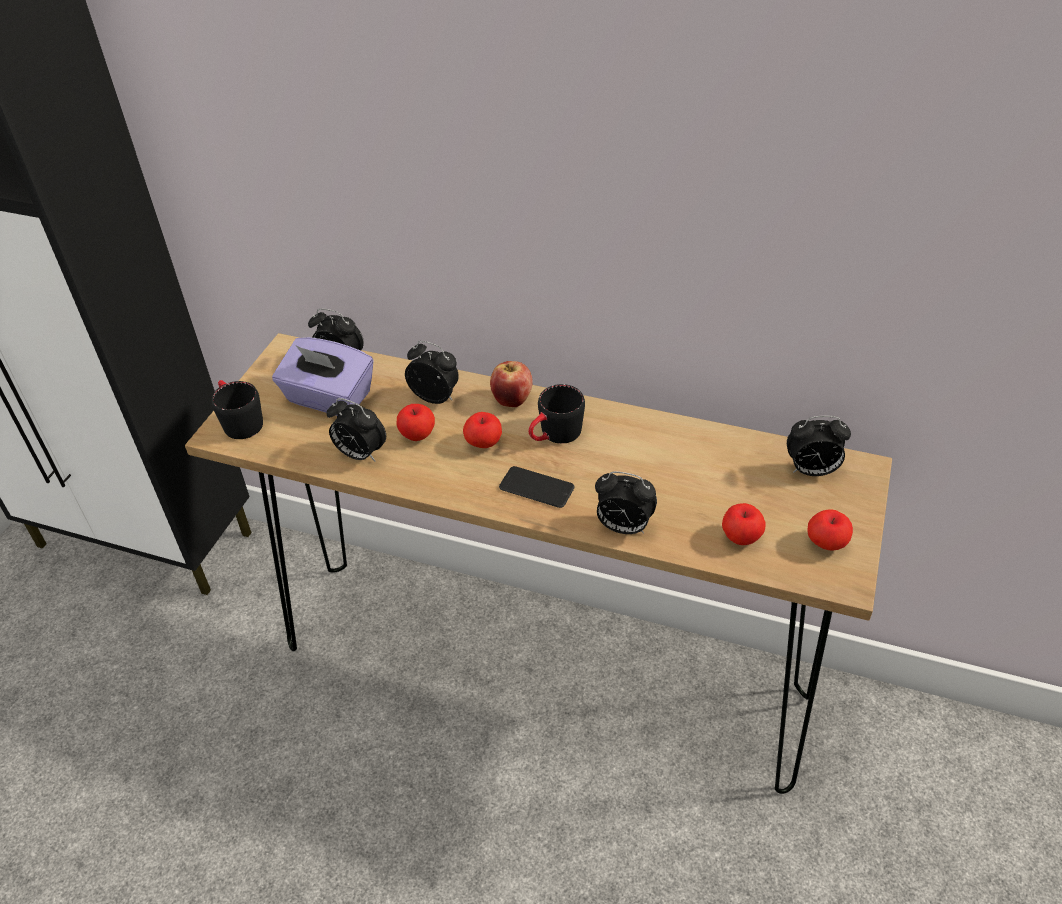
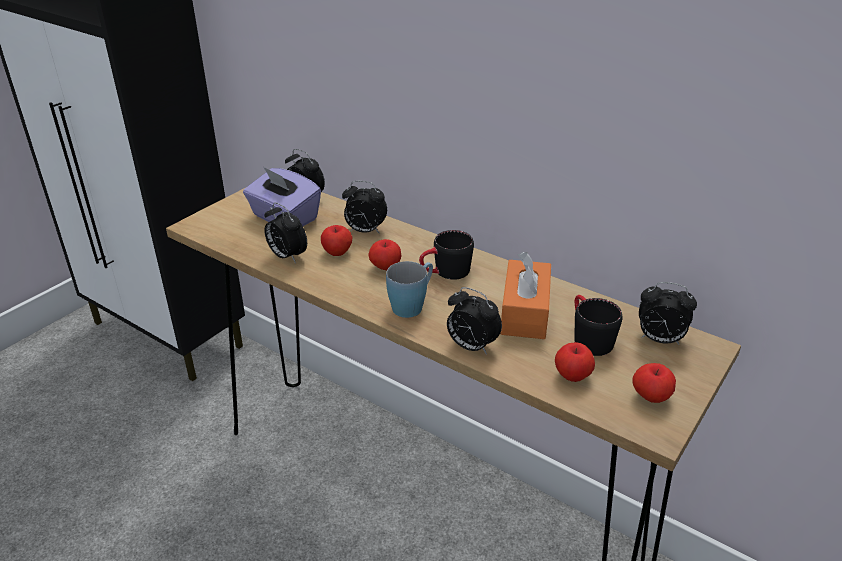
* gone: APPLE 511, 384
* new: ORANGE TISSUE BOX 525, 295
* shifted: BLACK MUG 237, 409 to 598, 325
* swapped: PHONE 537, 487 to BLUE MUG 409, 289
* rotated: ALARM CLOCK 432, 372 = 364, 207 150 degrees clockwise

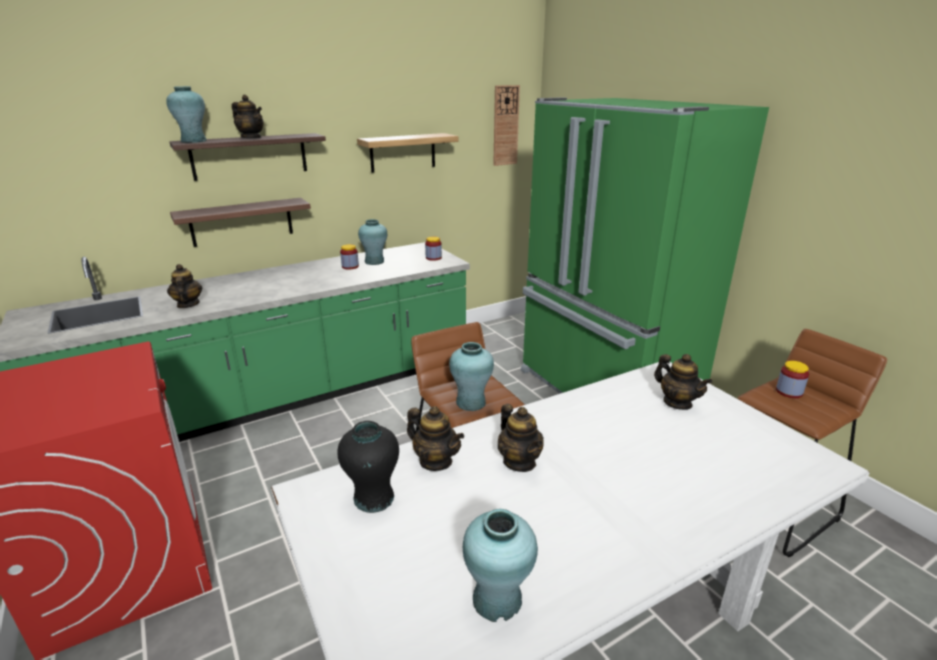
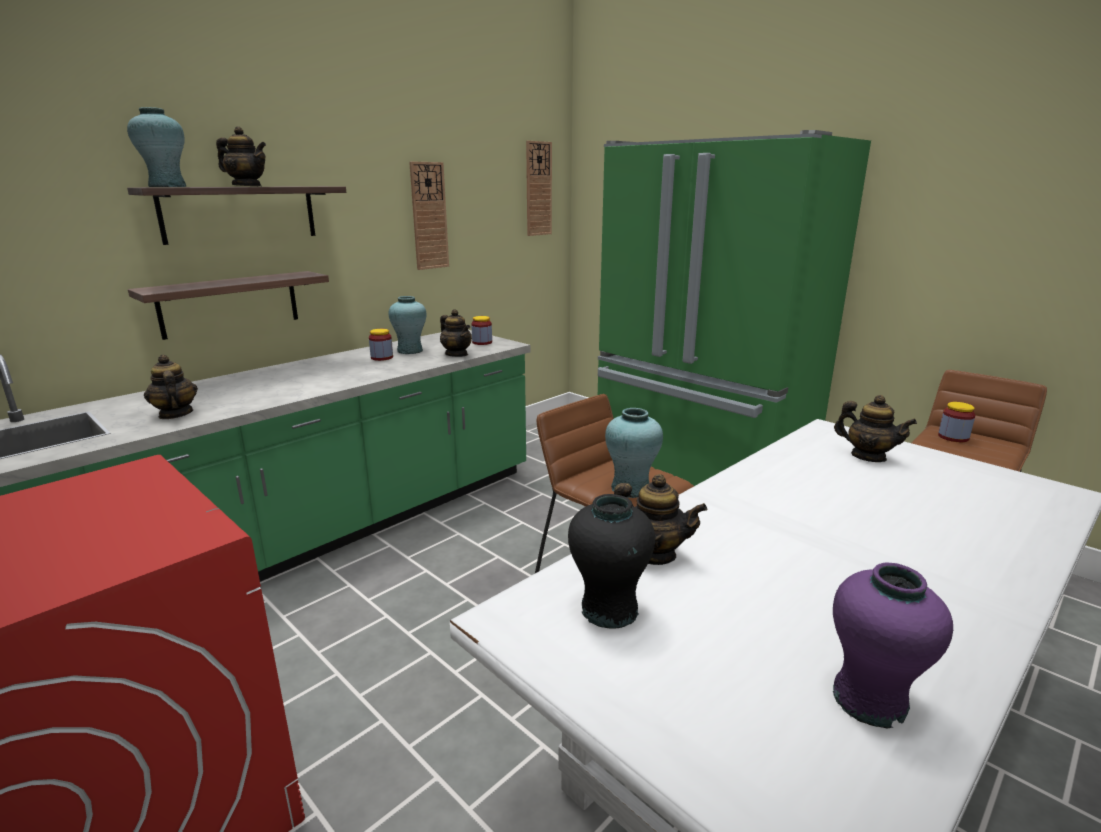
* shifted: TEAPOT 521, 438 to 456, 333
* swapped: SHELF 407, 153 to WALL CLOCK 429, 215
* repainted: TURQUOISE VASE 500, 565 to PURPLE VASE 893, 645

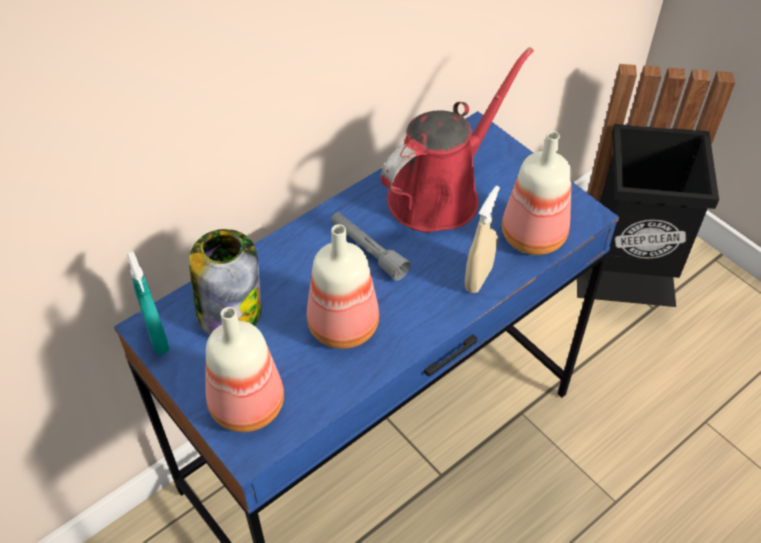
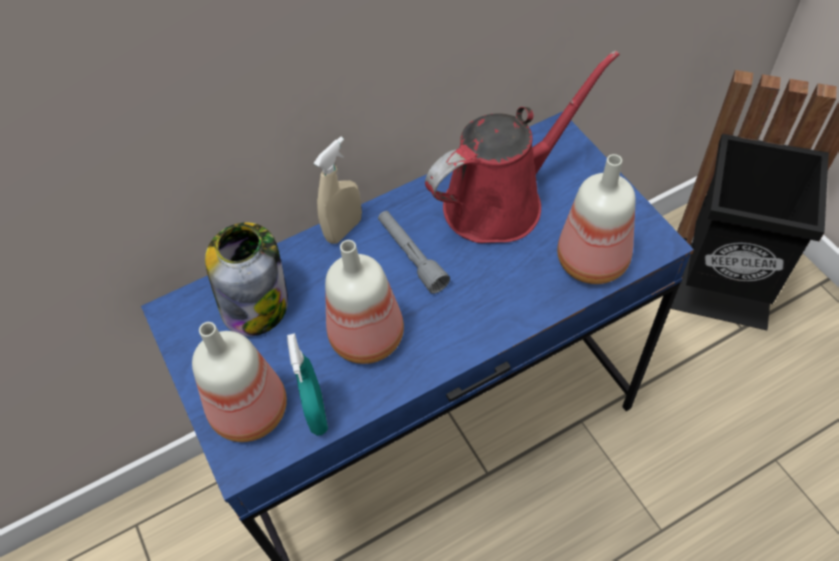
* shifted: TURQUOISE SPRAY BOTTLE 148, 303 to 307, 384
* shifted: BEIGE SPRAY BOTTLE 482, 239 to 338, 190

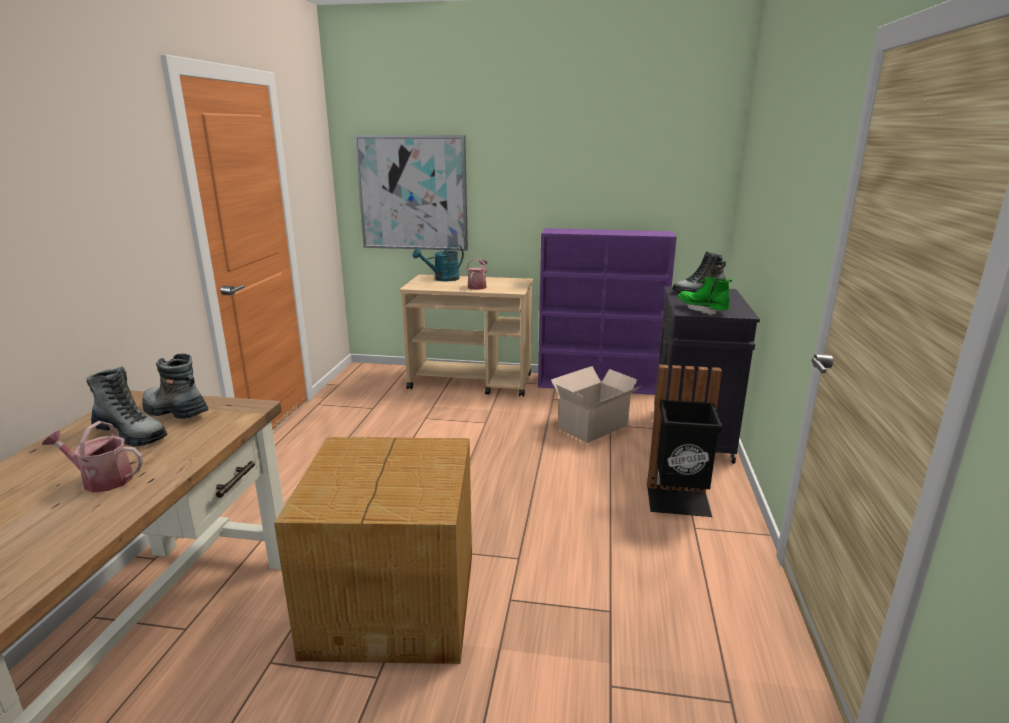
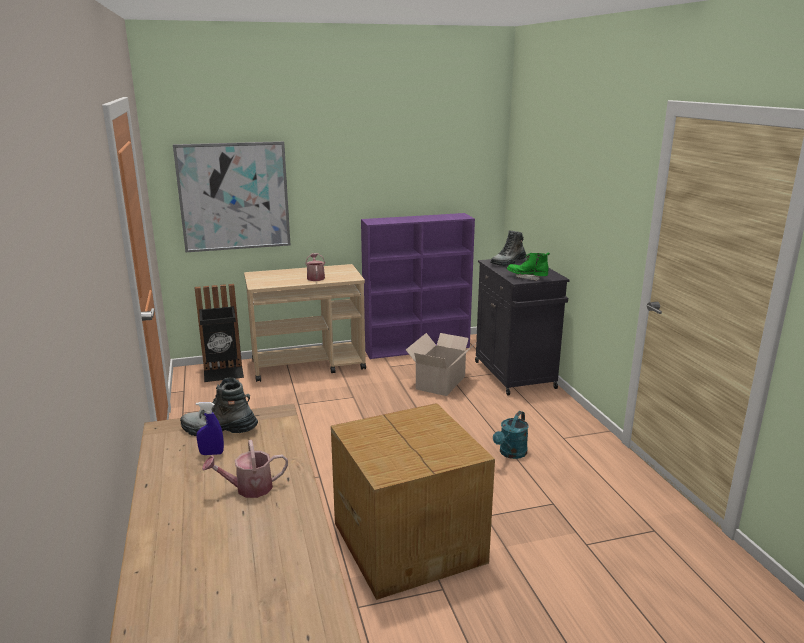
* shifted: TURQUOISE WATERING CAN 438, 262 to 511, 435
* shifted: BLACK TRASH CAN 685, 441 to 219, 333
* swapped: BOOT 127, 407 to BLUE SPRAY BOTTLE 210, 428

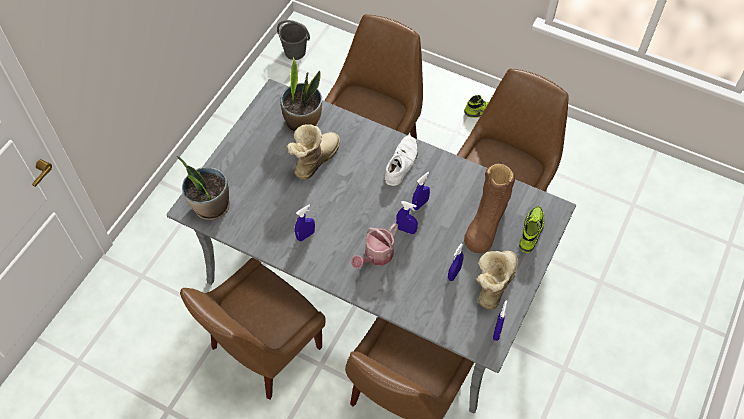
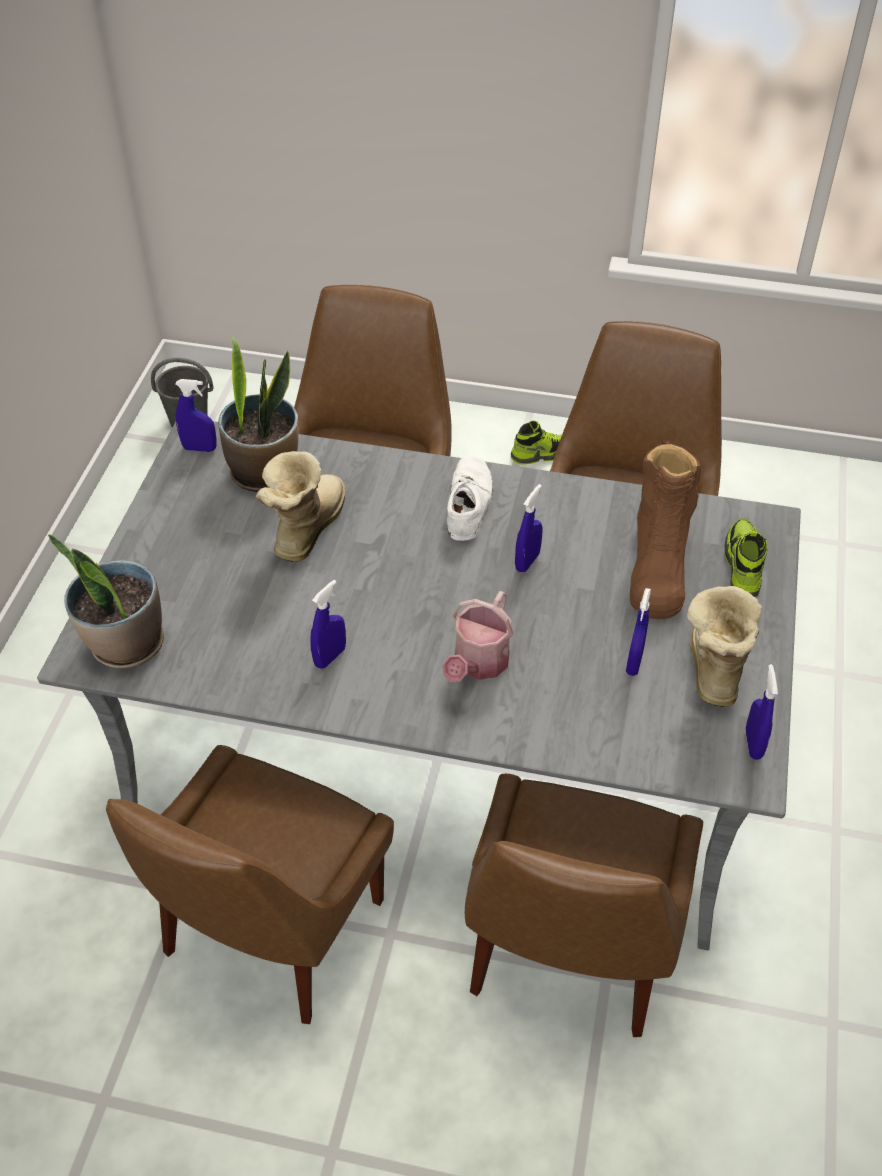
* shifted: BLUE SPRAY BOTTLE 407, 217 to 196, 415

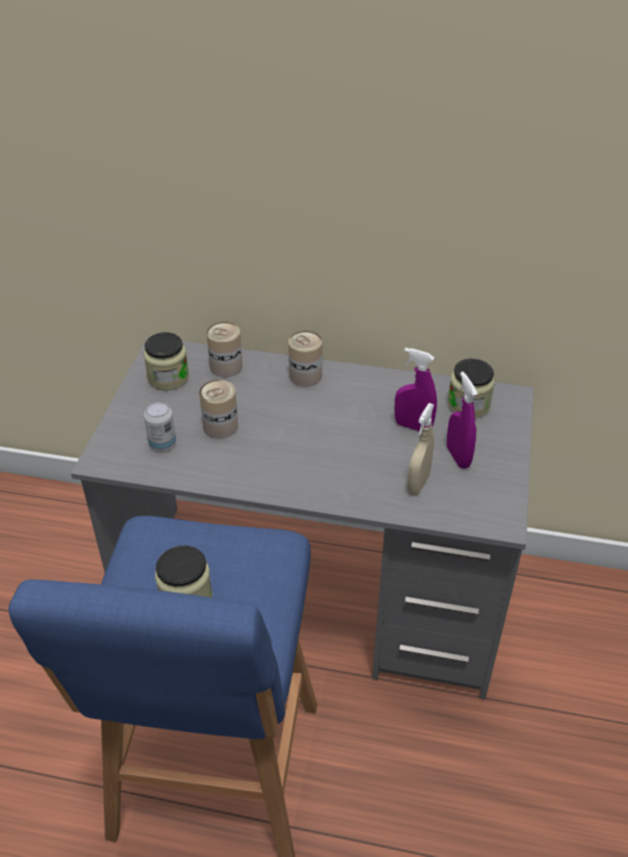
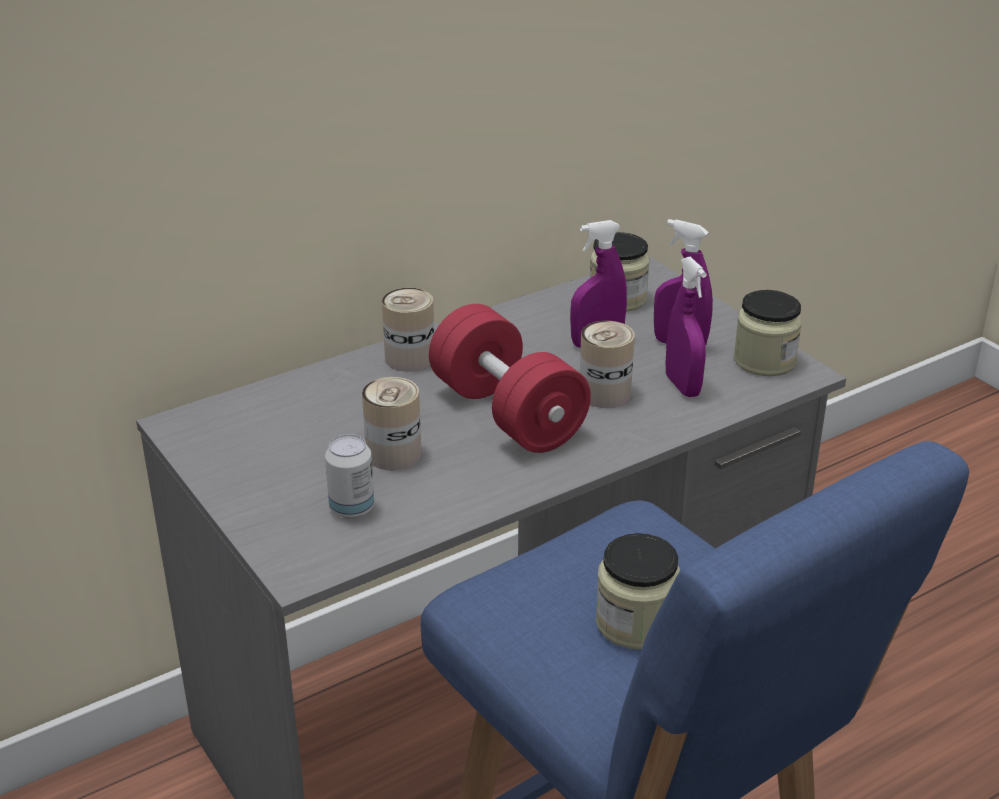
* new: RED DUMBBELL 510, 378
* shifted: JAR 166, 361 to 767, 333
* shifted: CAN 224, 349 to 607, 364
* repainted: BEIGE SPRAY BOTTLE 420, 449 to PURPLE SPRAY BOTTLE 686, 326

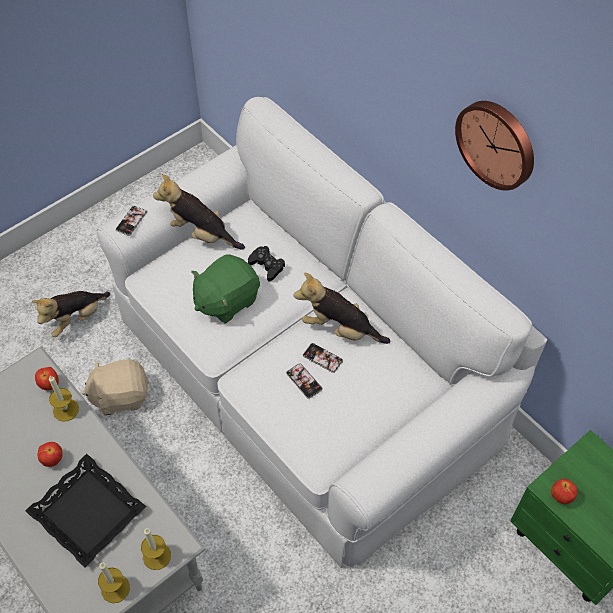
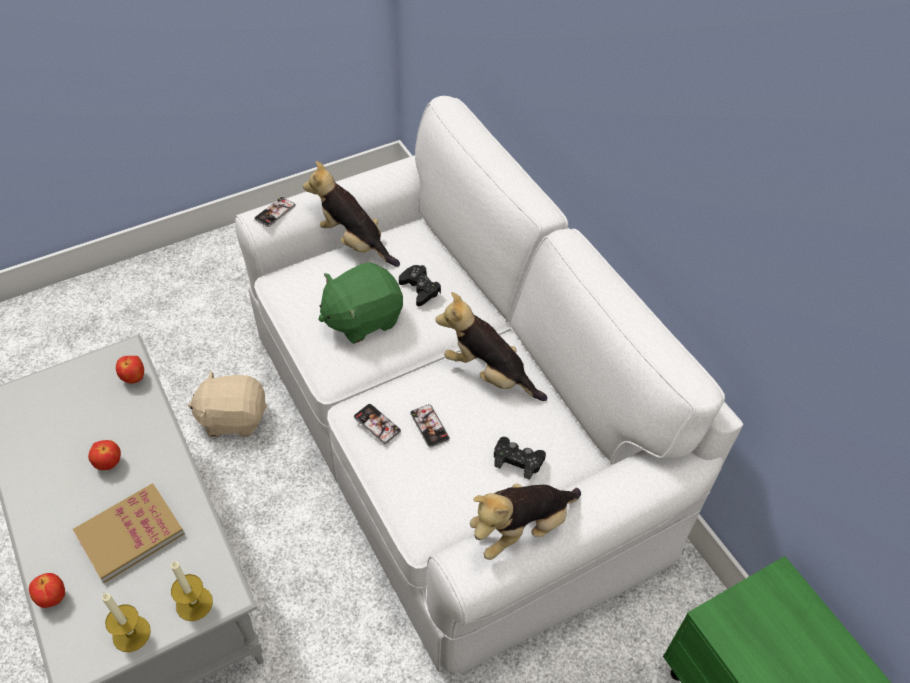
* gone: CANDLE 64, 399
* gone: WALL CLOCK 494, 146
* new: BLACK GAME CONTROLLER 520, 458
* shifted: PLUSH TOY 71, 314 to 525, 522
* shifted: PHONE 323, 358 to 377, 424
* shifted: APPLE 564, 491 to 47, 590
* swapped: BLACK TRAY 85, 511 to BOOK 129, 533

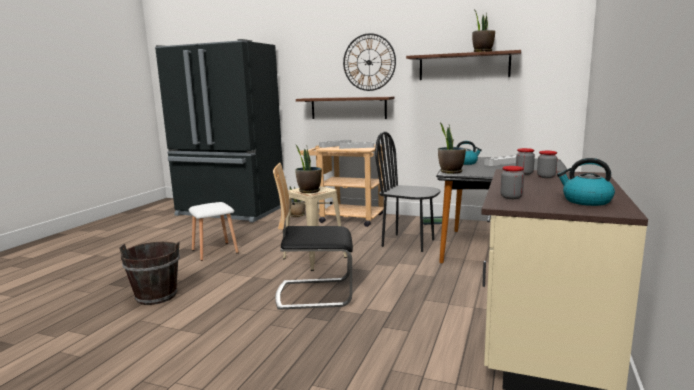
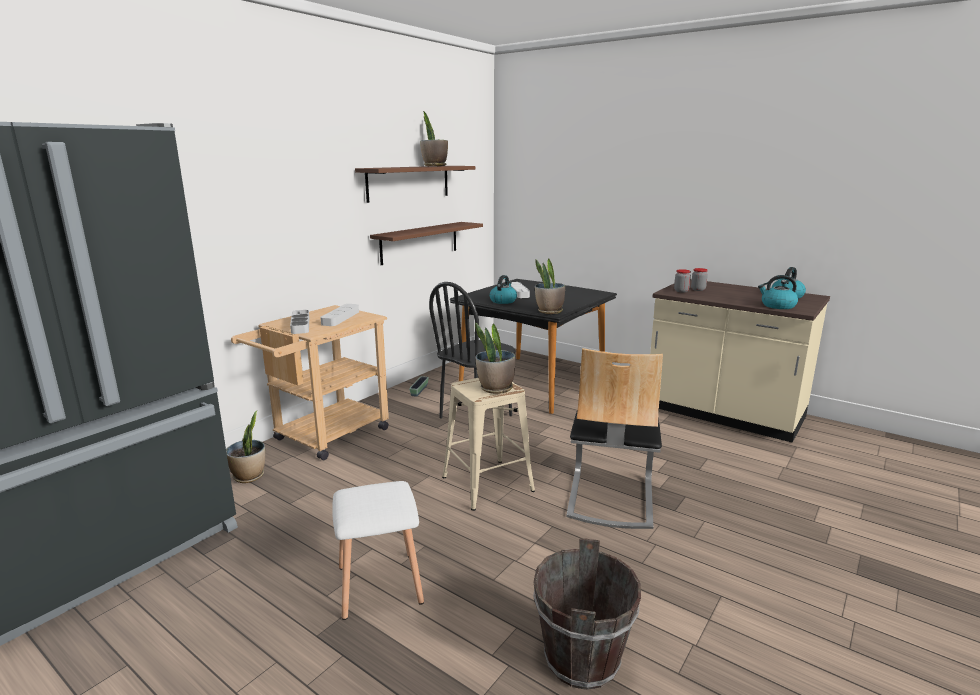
* gone: WALL CLOCK 369, 62
* shifted: BROWN SHELF 345, 107 to 426, 243
* swapped: JAR 512, 182 to KETTLE 778, 292

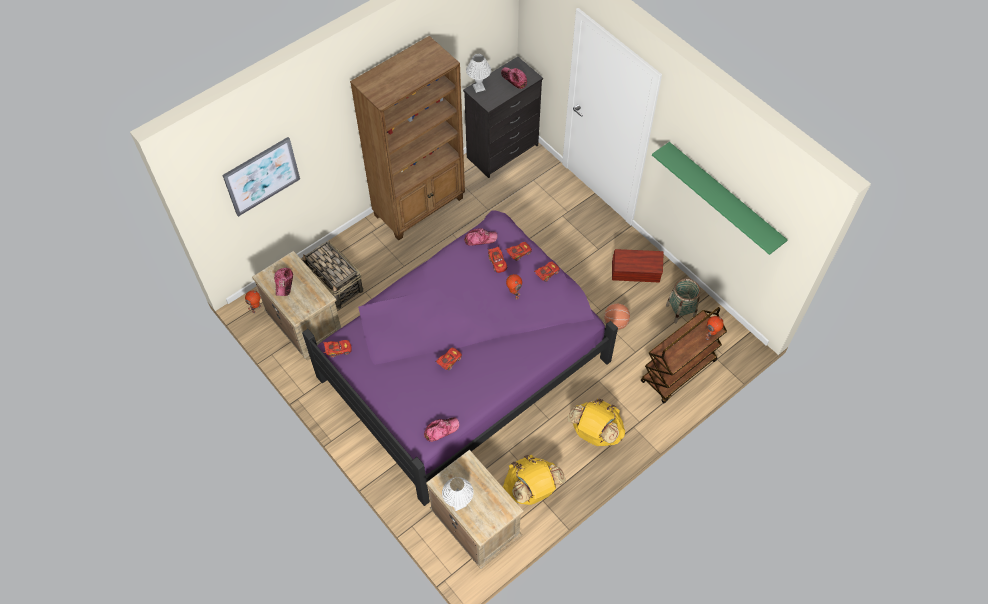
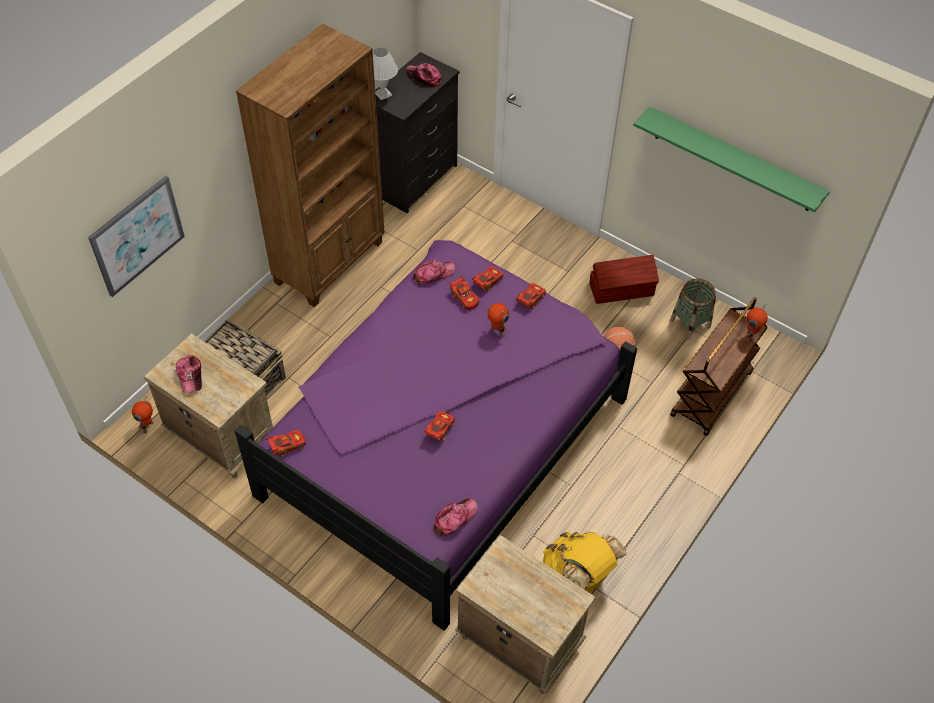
* gone: WHITE TABLE LAMP 458, 494
* gone: YELLOW BACKPACK 596, 422

